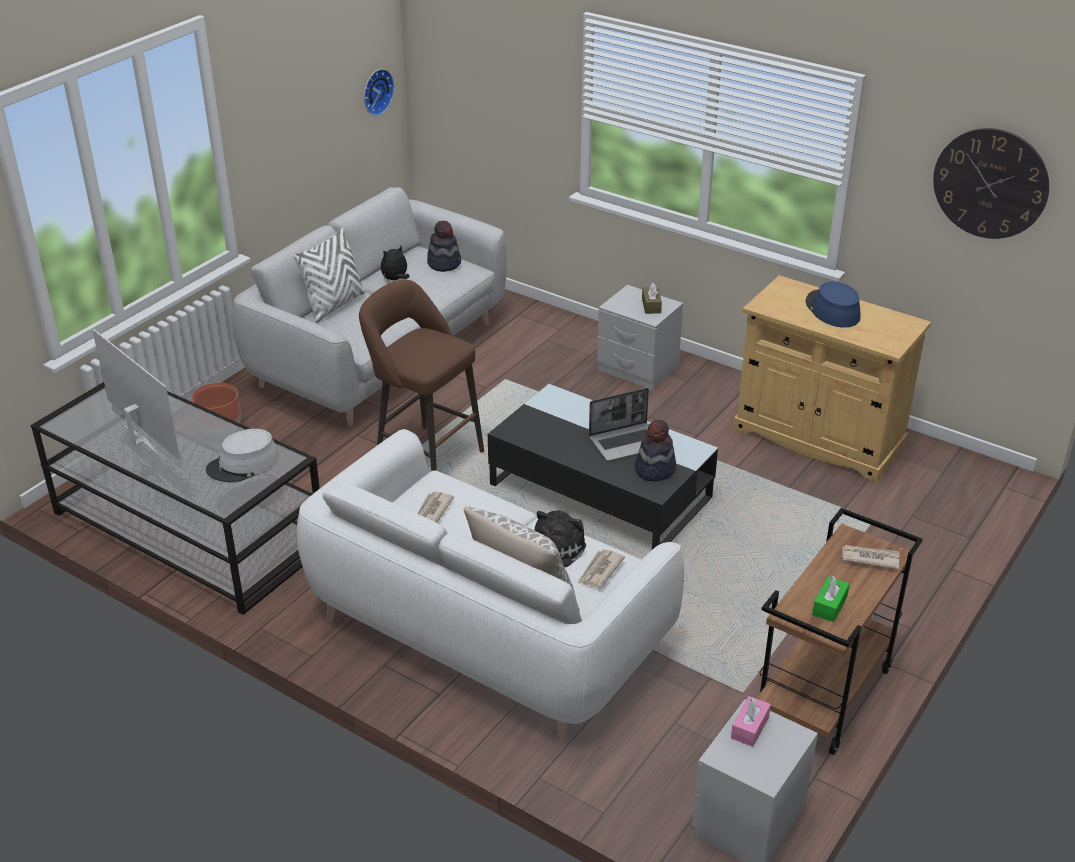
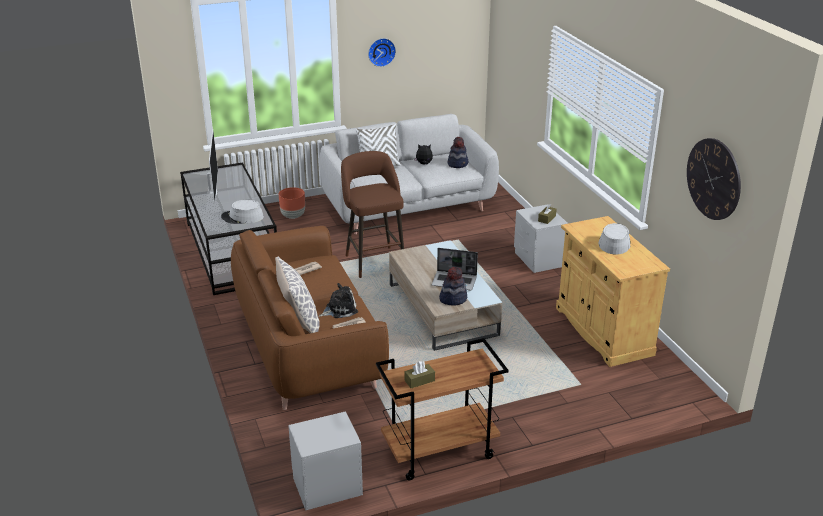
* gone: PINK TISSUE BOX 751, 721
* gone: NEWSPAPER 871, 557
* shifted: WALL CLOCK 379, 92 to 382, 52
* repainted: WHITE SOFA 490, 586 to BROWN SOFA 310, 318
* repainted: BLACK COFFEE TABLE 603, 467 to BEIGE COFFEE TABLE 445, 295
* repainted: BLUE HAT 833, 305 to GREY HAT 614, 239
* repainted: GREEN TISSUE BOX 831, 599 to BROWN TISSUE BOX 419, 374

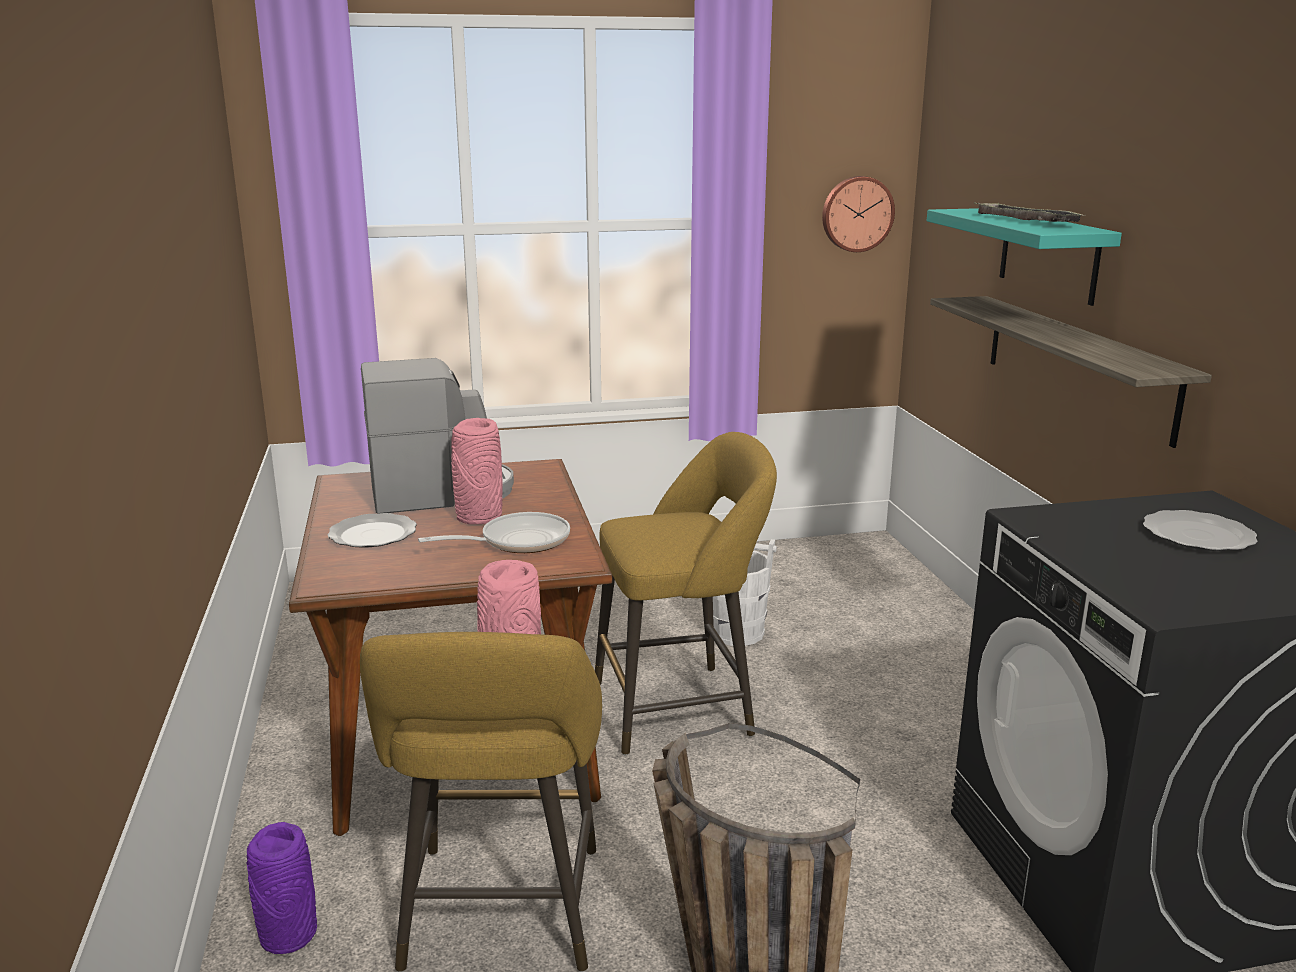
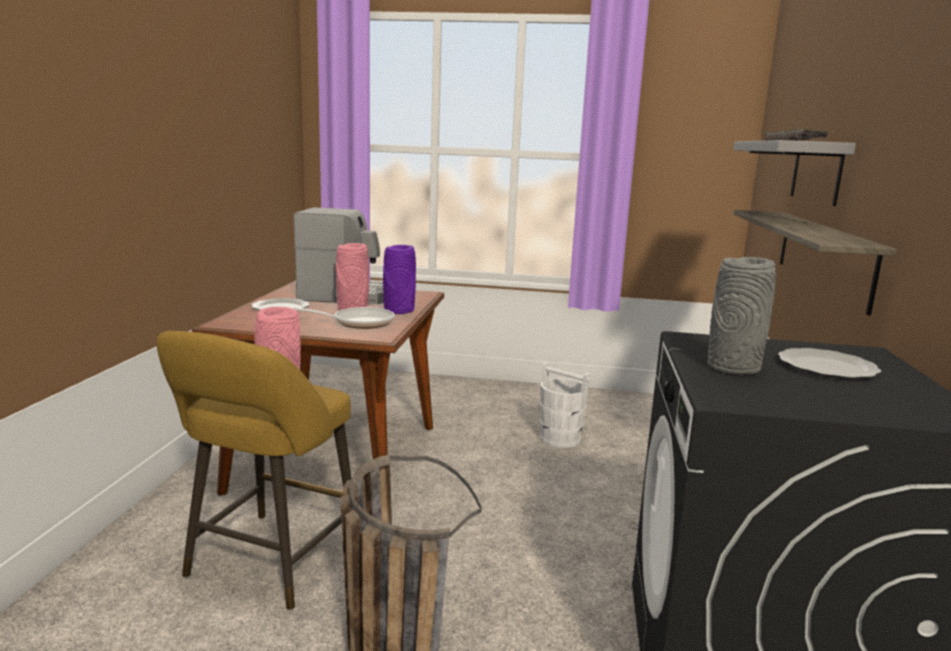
* gone: YELLOW STOOL 686, 593
* gone: WALL CLOCK 858, 214
* new: GREY VASE 741, 316
* shifted: PURPLE VASE 282, 888 to 399, 279
* repainted: TURQUOISE SHELF 1024, 257 to GREY SHELF 794, 173

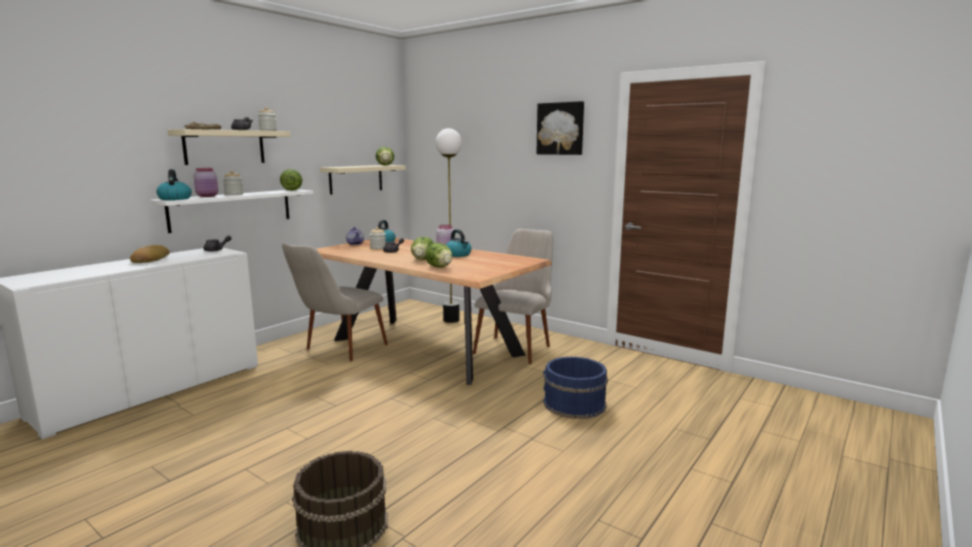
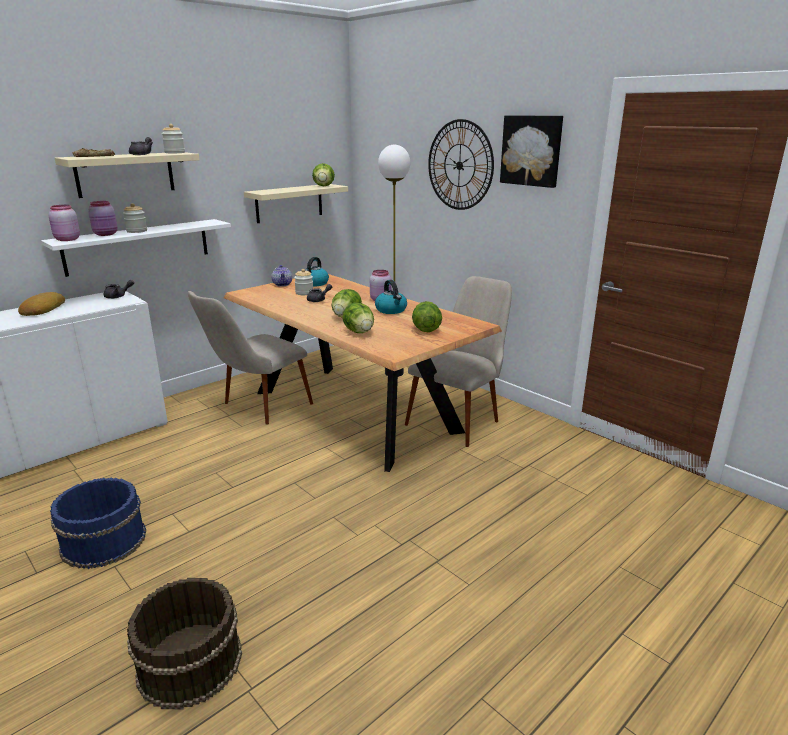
* new: WALL CLOCK 461, 164
* shifted: LETTUCE 291, 180 to 427, 316
* shifted: BLUE BUCKET 575, 387 to 98, 523
* swapped: KETTLE 174, 184 to PINK JAR 64, 223

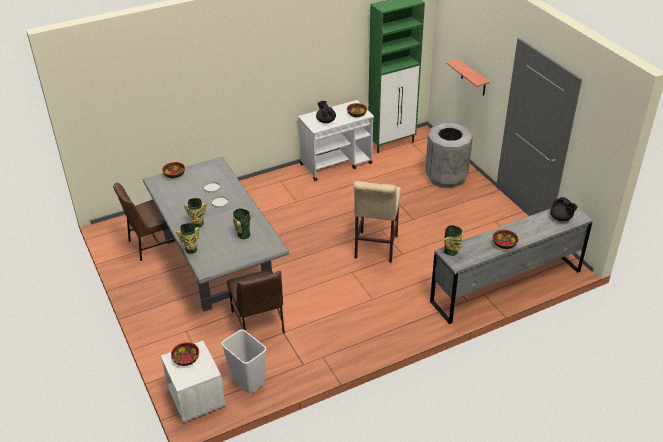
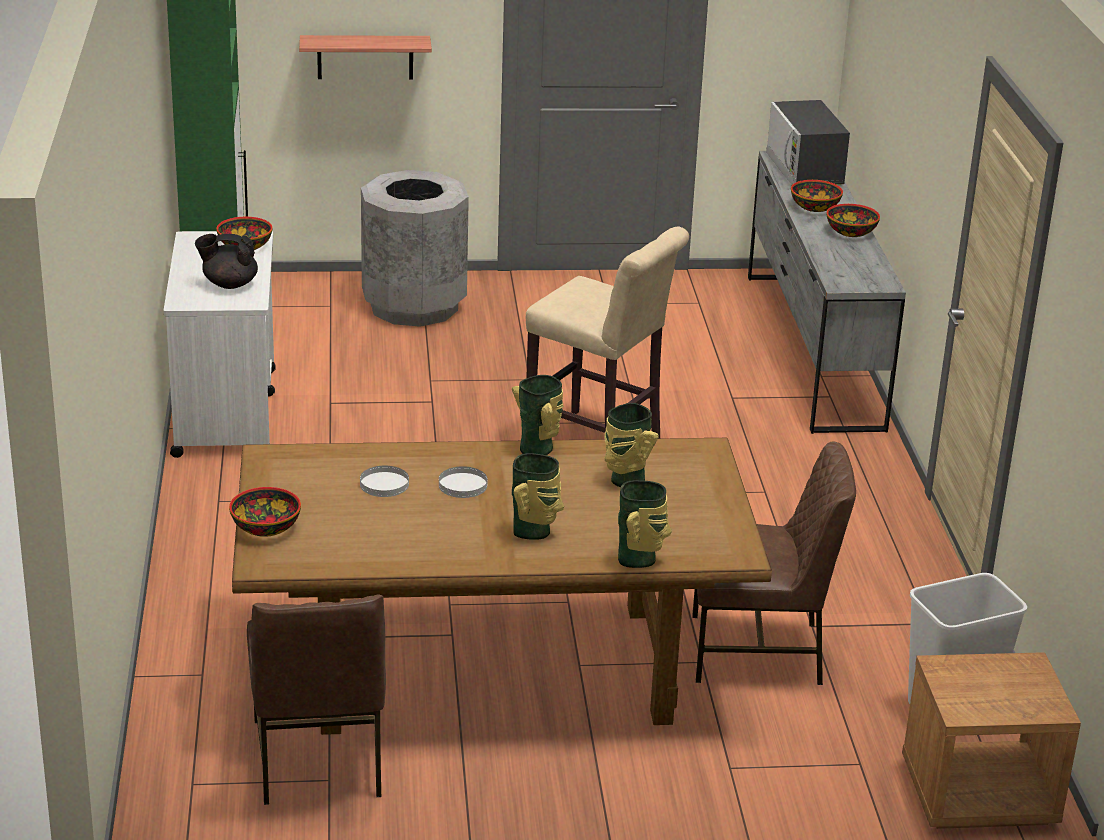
* shifted: BOWL 185, 354 to 817, 196
* shifted: VASE 453, 240 to 538, 415
* swapped: BLACK TEAPOT 563, 209 to MICROWAVE 808, 142
* repainted: GREY DINING TABLE 216, 234 to BROWN DINING TABLE 502, 586
* repainted: WHITE NIGHTSTAND 193, 381 to BROWN NIGHTSTAND 991, 740

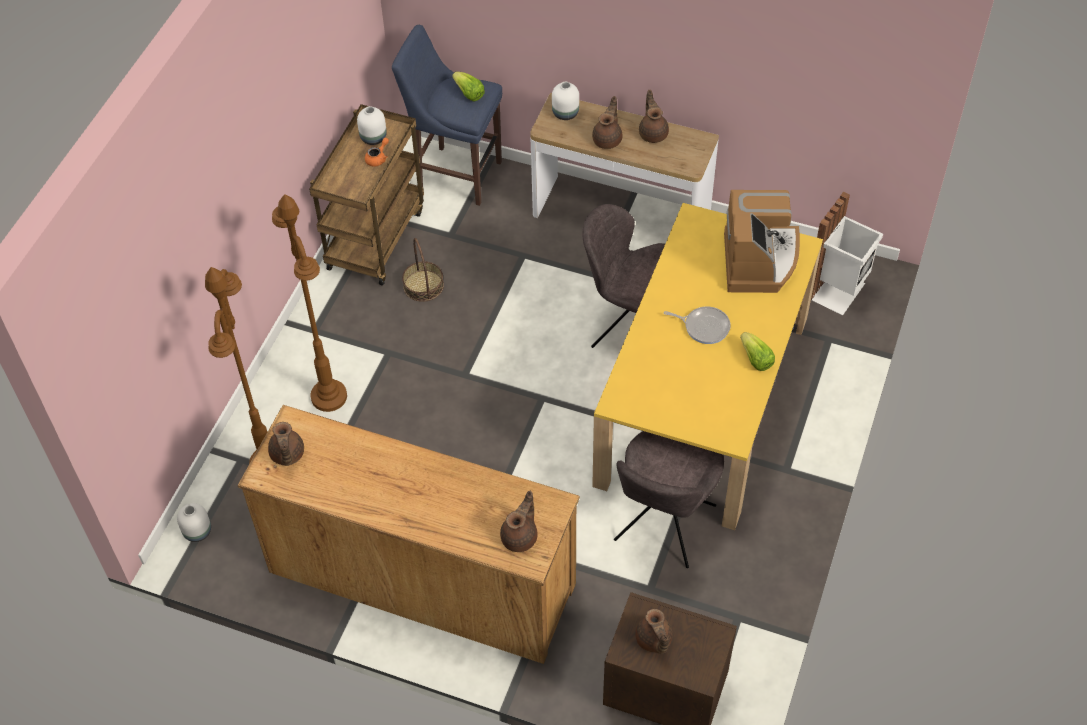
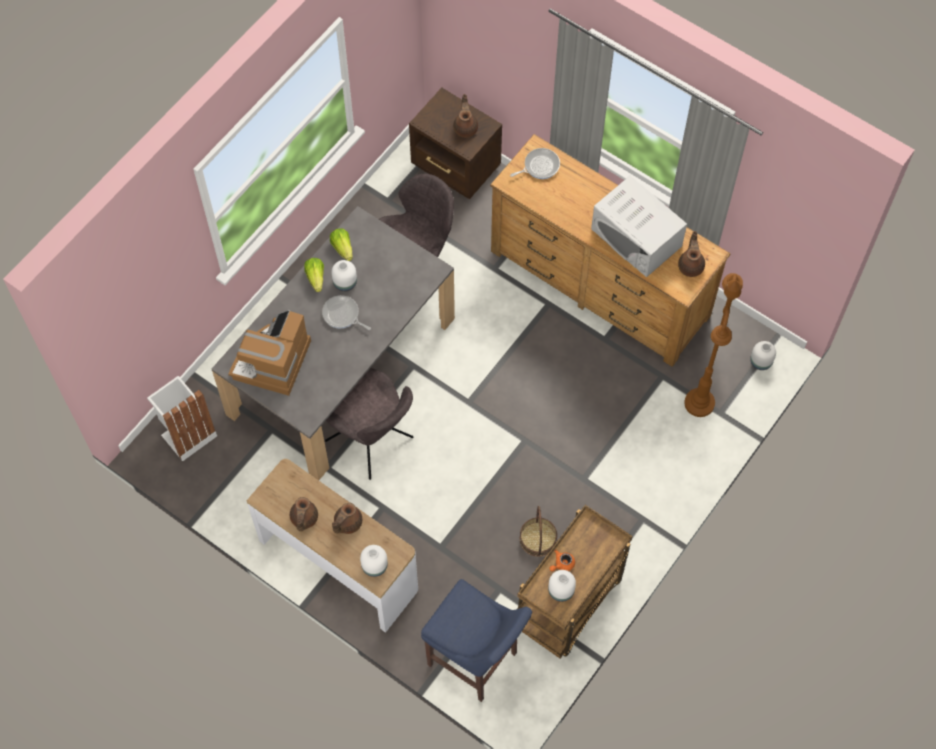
* gone: BROWN FLOOR LAMP 309, 303
* new: WHITE VASE 344, 275
* new: WHITE MICROWAVE 639, 226
* shifted: LETTUCE 468, 87 to 341, 245
* swapped: BROWN TEAPOT 519, 521 to FRYING PAN 535, 163
* repainted: YELLOW DINING TABLE 707, 366 to GREY DINING TABLE 333, 343

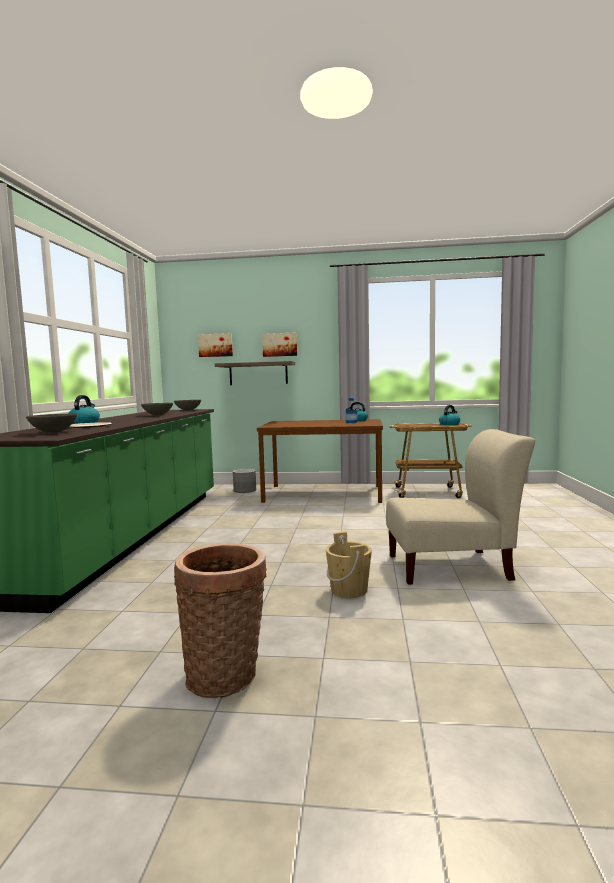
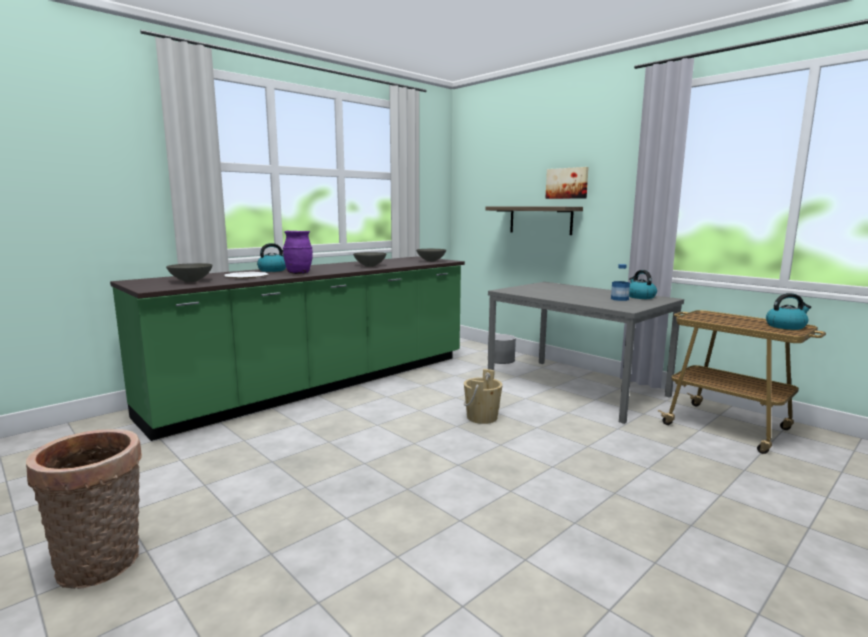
* gone: PICTURE 215, 345
* gone: BEIGE CHAIR 460, 507
* new: PURPLE VASE 298, 252
* shifted: BEIGE BUCKET 349, 565 to 483, 396
* repainted: BROWN DINING TABLE 320, 461 to GREY DINING TABLE 586, 353

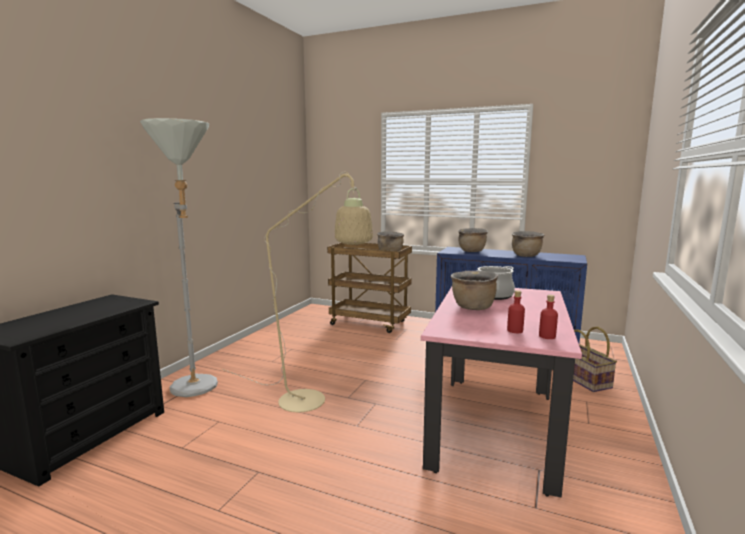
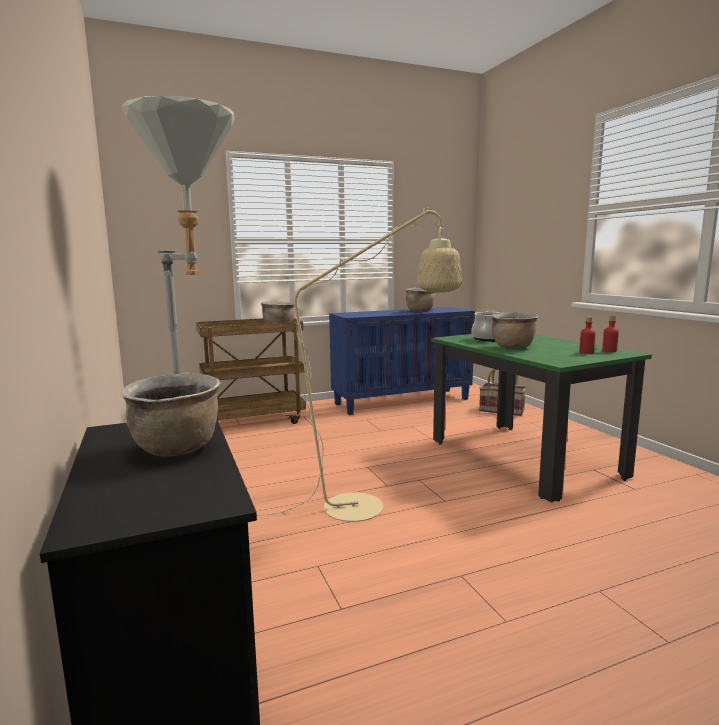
* shifted: BROWN COOKING POT 473, 240 to 171, 415
* repainted: PINK DINING TABLE 501, 392 to GREEN DINING TABLE 541, 418

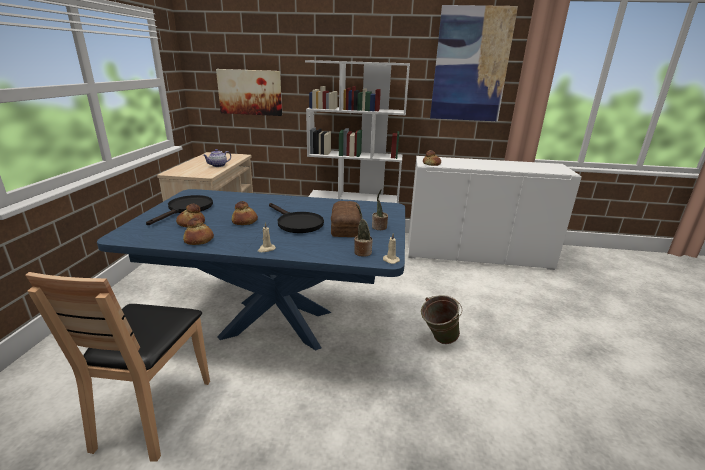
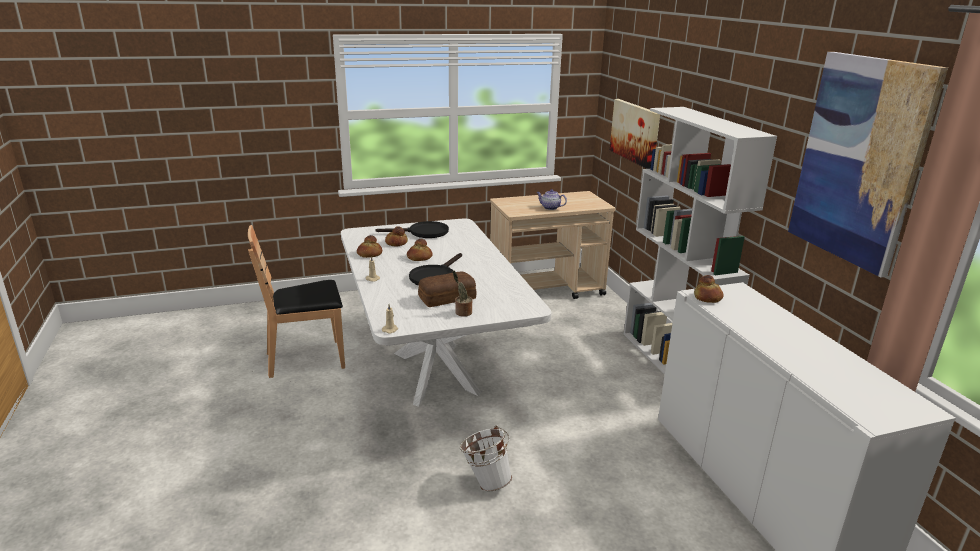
* gone: POTTED PLANT 363, 230
* repainted: BLUE DINING TABLE 251, 269 to WHITE DINING TABLE 446, 313
* repainted: GREEN BUCKET 442, 319 to WHITE BUCKET 486, 458

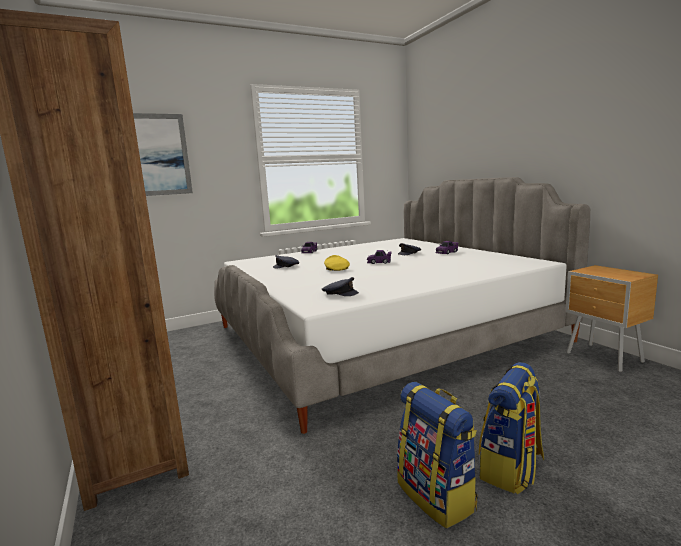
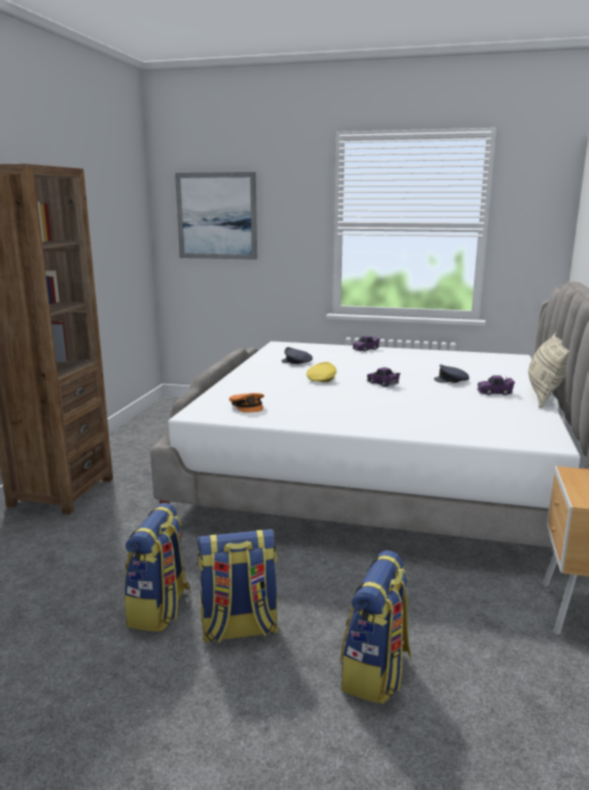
* new: BACKPACK 375, 627
* new: BEIGE PILLOW 548, 370
* repainted: GREY CAP 340, 286 to ORANGE CAP 246, 403

